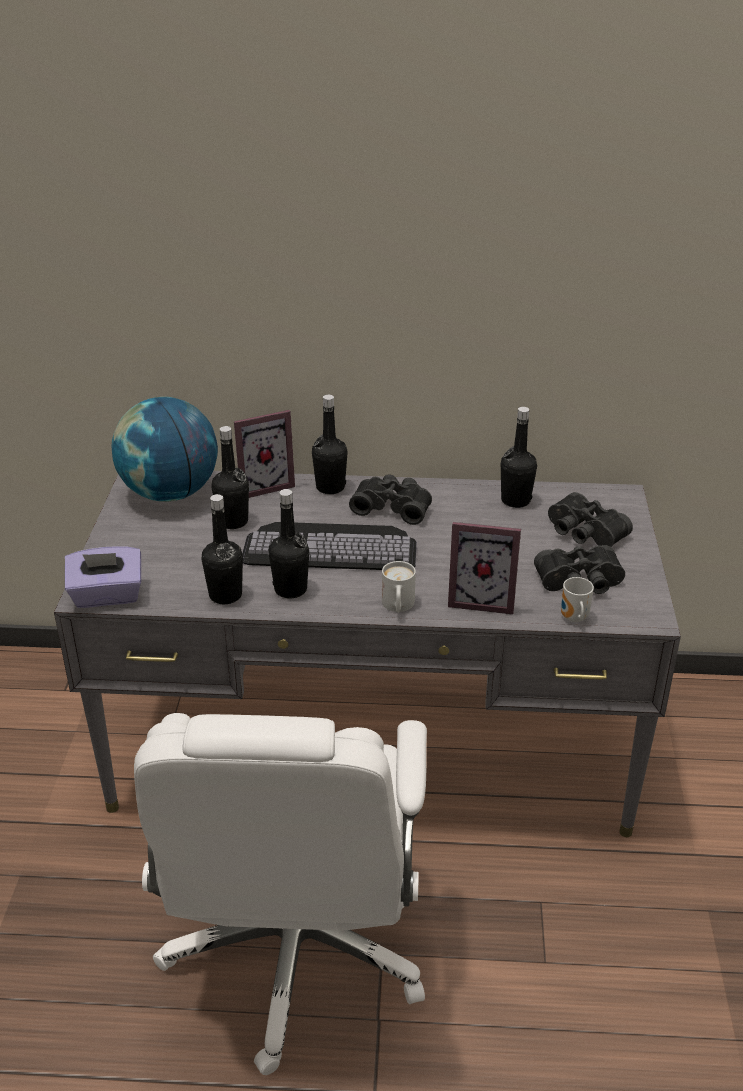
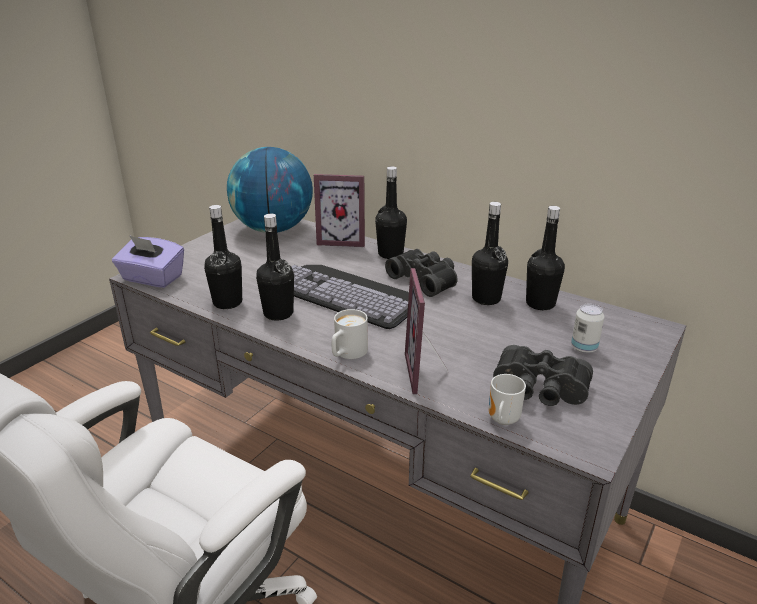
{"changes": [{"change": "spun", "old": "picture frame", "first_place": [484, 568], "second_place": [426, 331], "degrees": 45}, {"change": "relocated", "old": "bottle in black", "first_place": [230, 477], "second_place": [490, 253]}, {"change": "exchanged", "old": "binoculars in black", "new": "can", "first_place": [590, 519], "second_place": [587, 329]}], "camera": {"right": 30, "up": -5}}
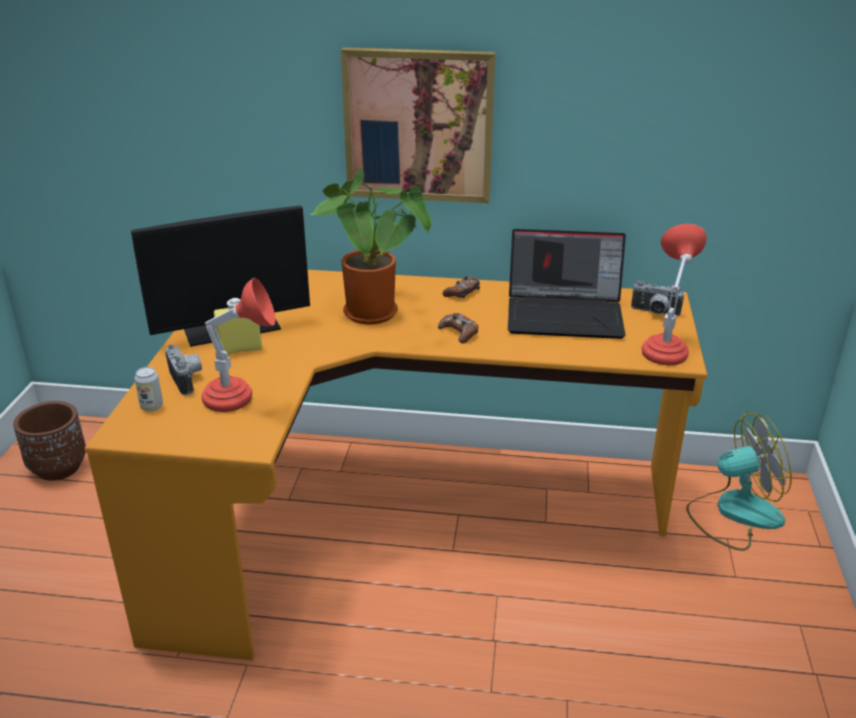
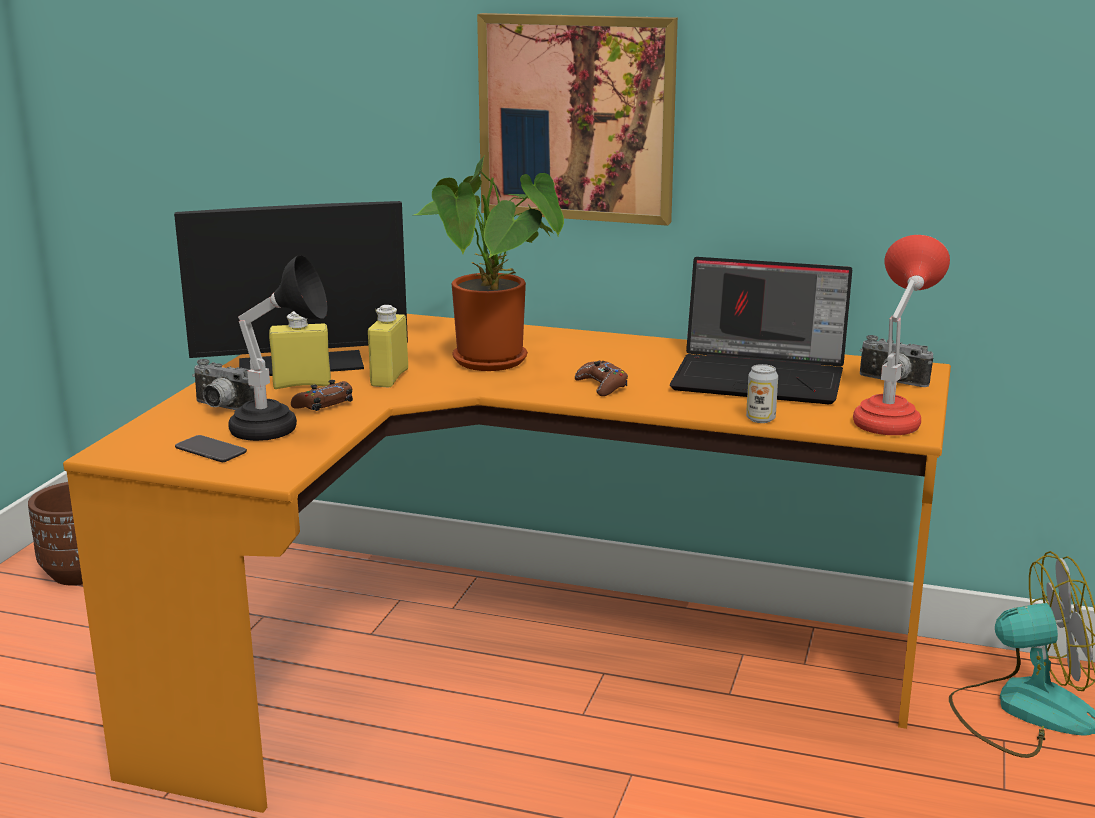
{"changes": [{"change": "appeared", "new": "phone", "second_place": [211, 448]}, {"change": "spun", "old": "photo camera", "first_place": [183, 370], "second_place": [223, 384], "degrees": 135}, {"change": "colour", "old": "table lamp in red", "new": "table lamp in black", "first_place": [238, 345], "second_place": [277, 348]}, {"change": "relocated", "old": "game controller in brown", "first_place": [461, 287], "second_place": [322, 395]}, {"change": "appeared", "new": "bottle in yellow", "second_place": [388, 346]}, {"change": "relocated", "old": "can", "first_place": [148, 389], "second_place": [762, 393]}], "camera": {"right": 10, "up": -10}}
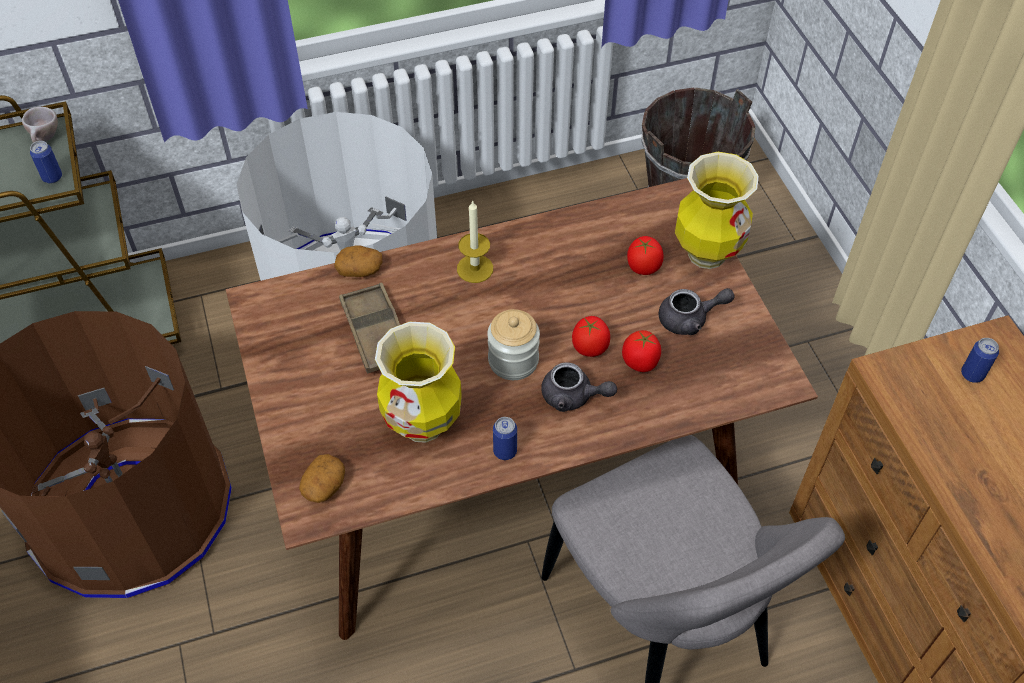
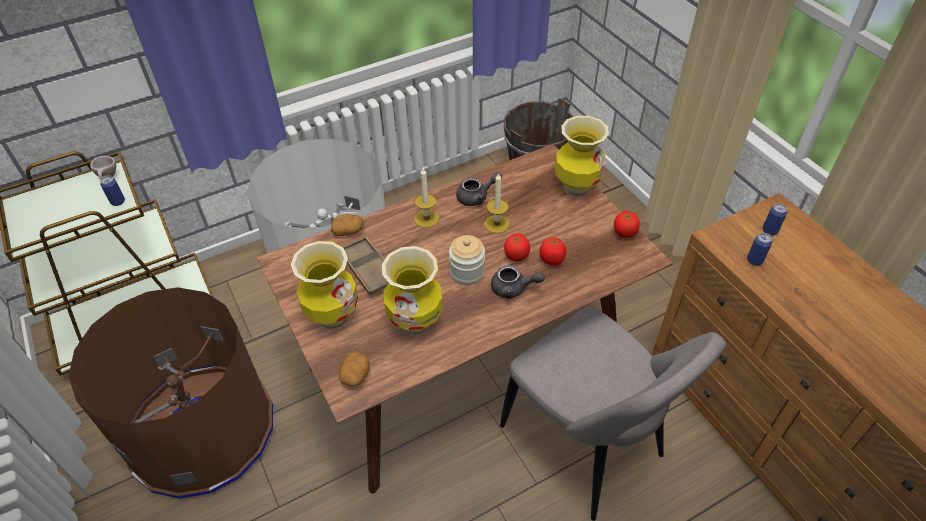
{"changes": [{"change": "appeared", "new": "vase", "second_place": [324, 285]}, {"change": "relocated", "old": "teapot in grey", "first_place": [697, 311], "second_place": [479, 189]}, {"change": "appeared", "new": "candle", "second_place": [497, 203]}, {"change": "relocated", "old": "tomato", "first_place": [645, 255], "second_place": [627, 224]}, {"change": "relocated", "old": "can", "first_place": [505, 438], "second_place": [759, 249]}], "camera": {"right": -10, "up": -5}}
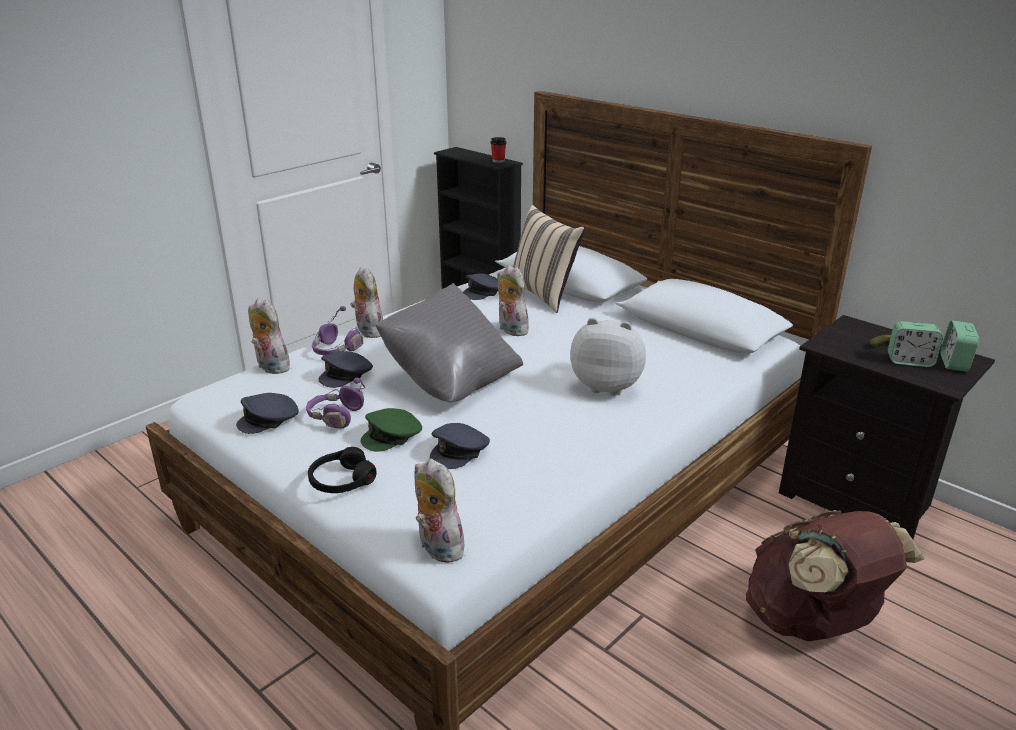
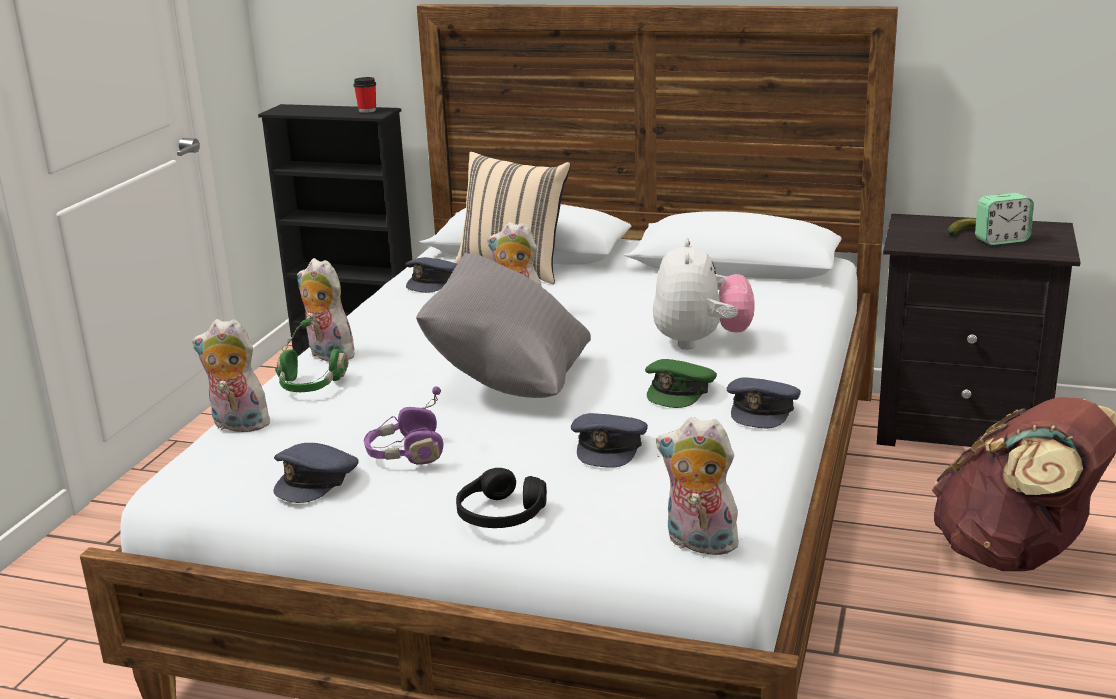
{"changes": [{"change": "colour", "old": "headphones in purple", "new": "headphones in green", "first_place": [337, 331], "second_place": [311, 355]}, {"change": "relocated", "old": "cap in green", "first_place": [391, 430], "second_place": [681, 383]}, {"change": "spun", "old": "plush toy", "first_place": [608, 356], "second_place": [704, 294], "degrees": 105}, {"change": "relocated", "old": "cap in grey", "first_place": [345, 369], "second_place": [764, 402]}, {"change": "missing", "old": "alarm clock", "first_place": [960, 346]}], "camera": {"right": -25, "up": -5}}
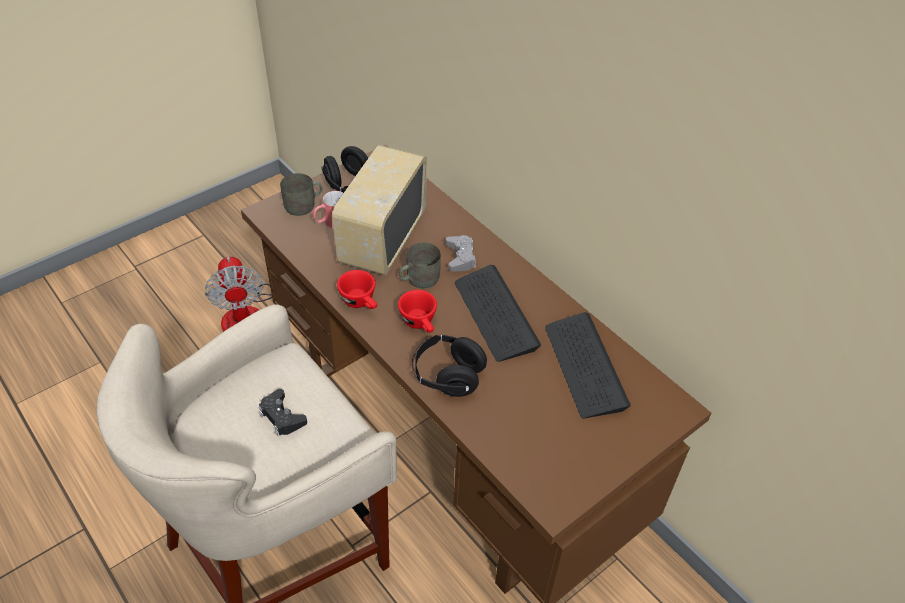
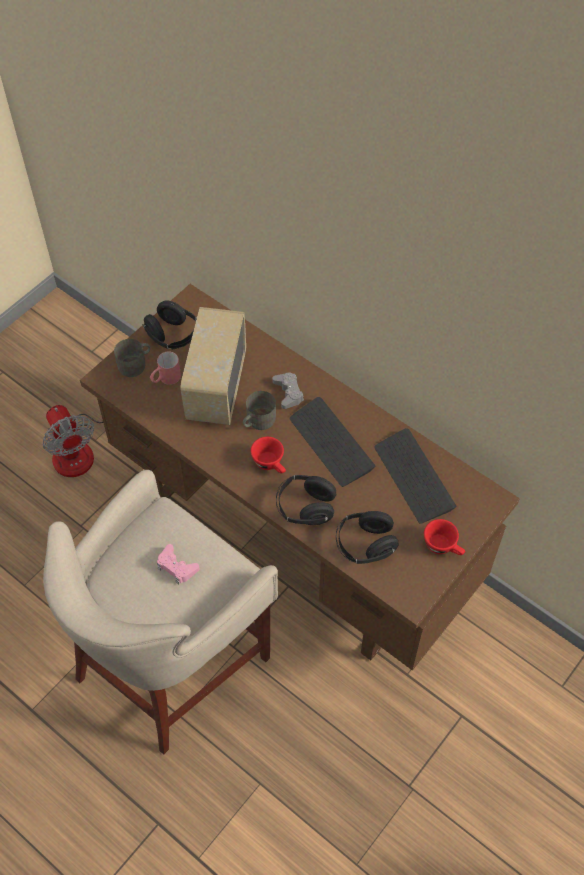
{"changes": [{"change": "colour", "old": "game controller in black", "new": "game controller in pink", "first_place": [283, 412], "second_place": [178, 564]}, {"change": "appeared", "new": "headphones in black", "second_place": [367, 537]}, {"change": "relocated", "old": "cup in red", "first_place": [357, 289], "second_place": [444, 537]}], "camera": {"right": -10, "up": 10}}
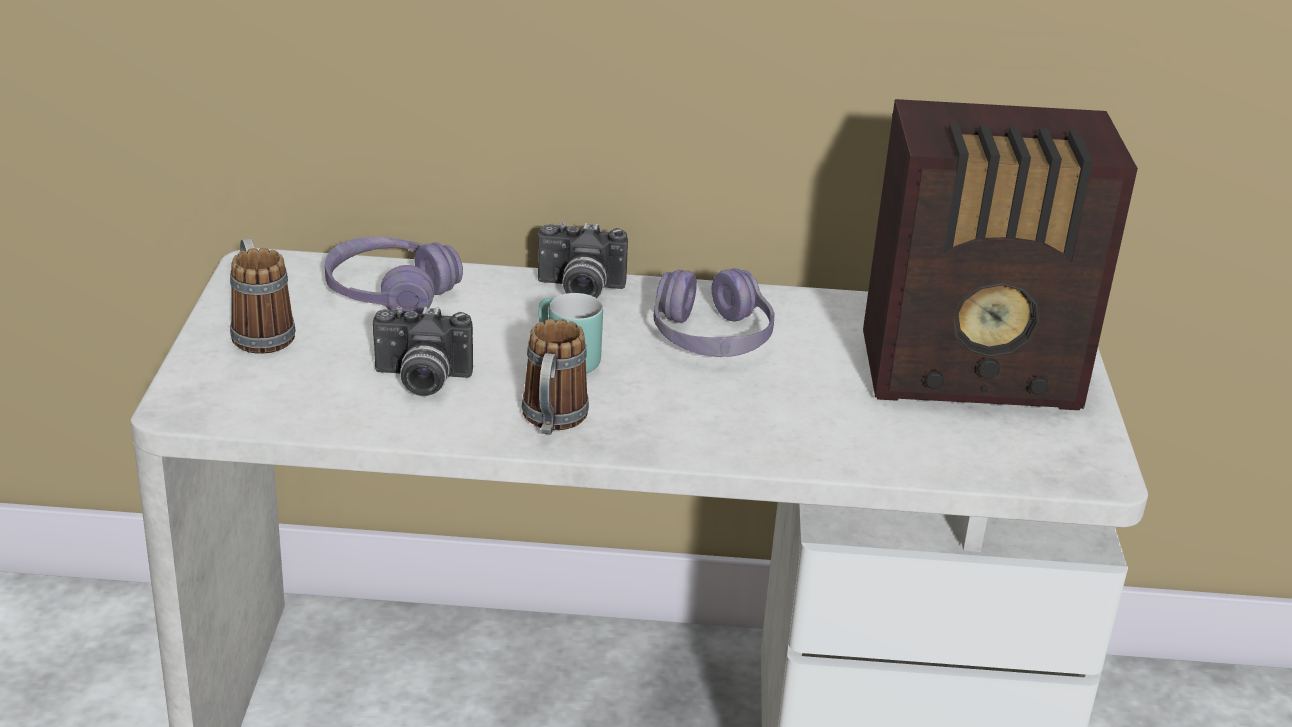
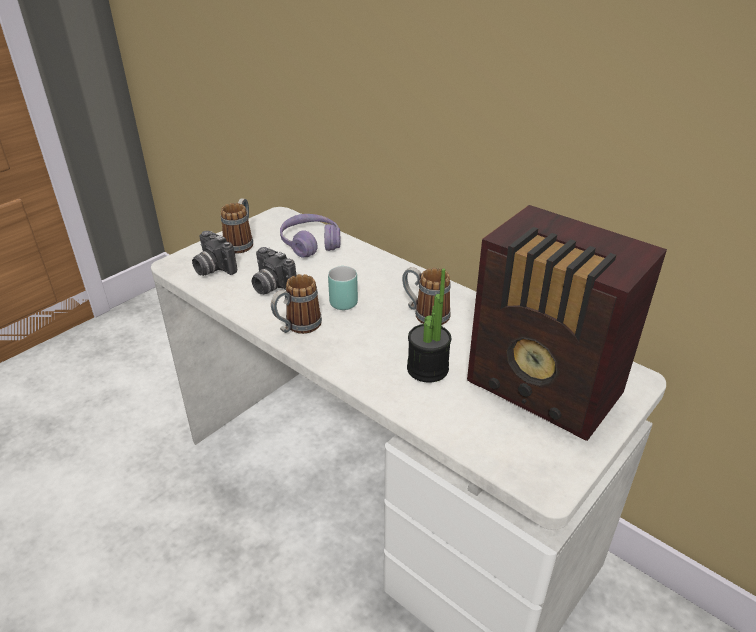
{"changes": [{"change": "relocated", "old": "photo camera", "first_place": [583, 260], "second_place": [214, 253]}, {"change": "exchanged", "old": "headphones in purple", "new": "mug", "first_place": [714, 312], "second_place": [426, 296]}, {"change": "appeared", "new": "potted plant", "second_place": [429, 326]}], "camera": {"right": 40, "up": 5}}
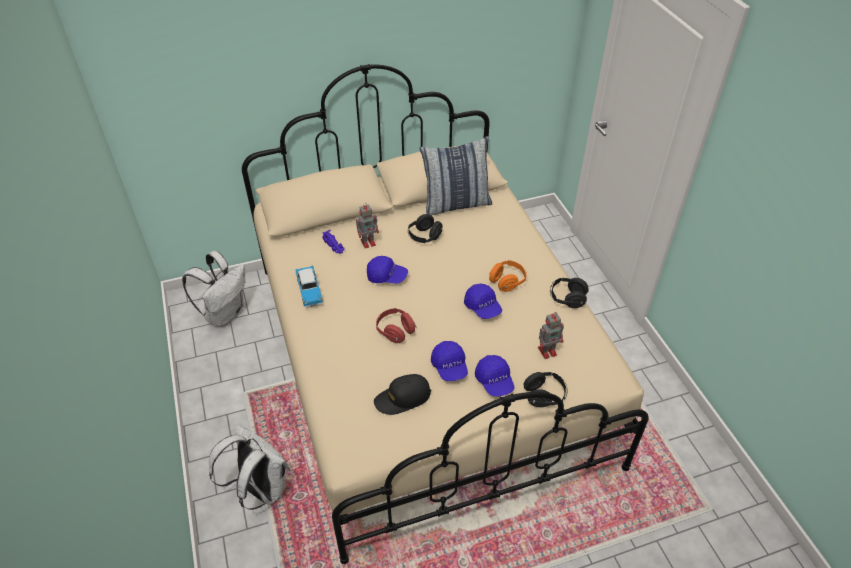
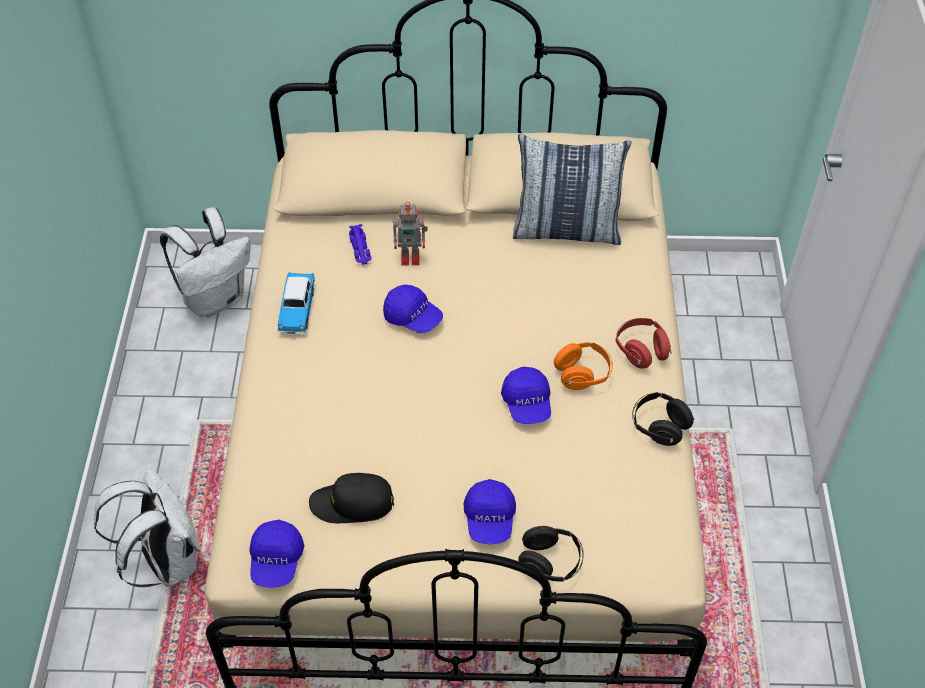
{"changes": [{"change": "relocated", "old": "cap in blue", "first_place": [449, 361], "second_place": [277, 553]}, {"change": "relocated", "old": "headphones in red", "first_place": [396, 325], "second_place": [643, 343]}, {"change": "missing", "old": "headphones in black", "first_place": [425, 228]}, {"change": "missing", "old": "toy robot", "first_place": [551, 335]}], "camera": {"right": 20, "up": 5}}
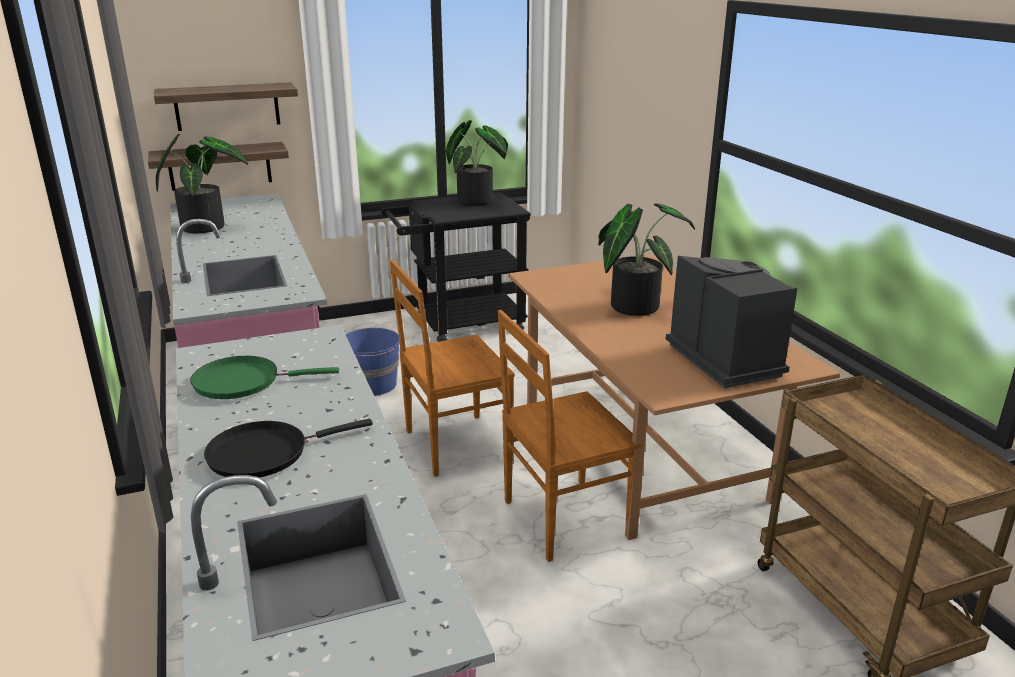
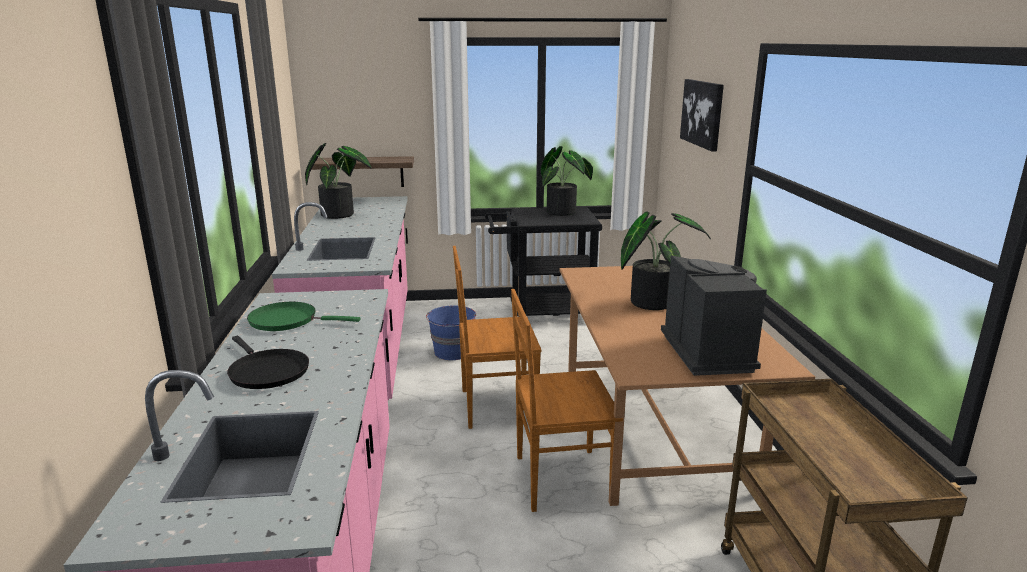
{"changes": [{"change": "spun", "old": "frying pan in black", "first_place": [288, 448], "second_place": [268, 362], "degrees": -120}, {"change": "appeared", "new": "picture", "second_place": [702, 115]}, {"change": "missing", "old": "shelf", "first_place": [226, 106]}], "camera": {"right": 15, "up": -5}}
